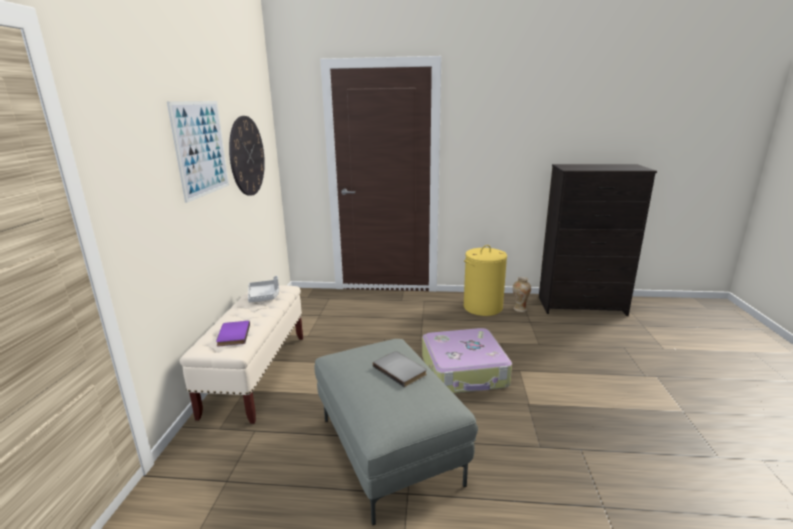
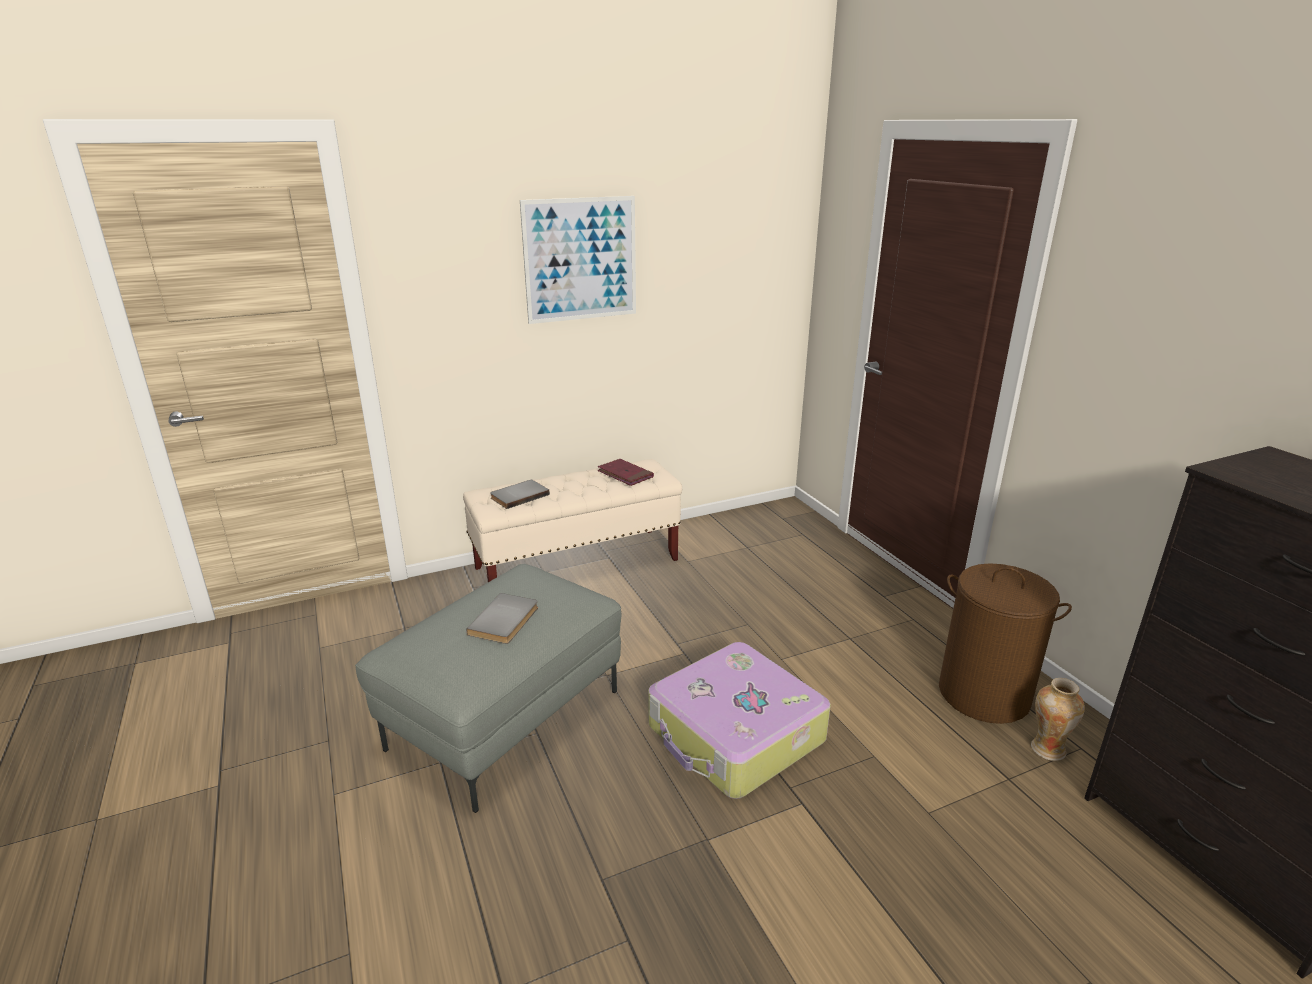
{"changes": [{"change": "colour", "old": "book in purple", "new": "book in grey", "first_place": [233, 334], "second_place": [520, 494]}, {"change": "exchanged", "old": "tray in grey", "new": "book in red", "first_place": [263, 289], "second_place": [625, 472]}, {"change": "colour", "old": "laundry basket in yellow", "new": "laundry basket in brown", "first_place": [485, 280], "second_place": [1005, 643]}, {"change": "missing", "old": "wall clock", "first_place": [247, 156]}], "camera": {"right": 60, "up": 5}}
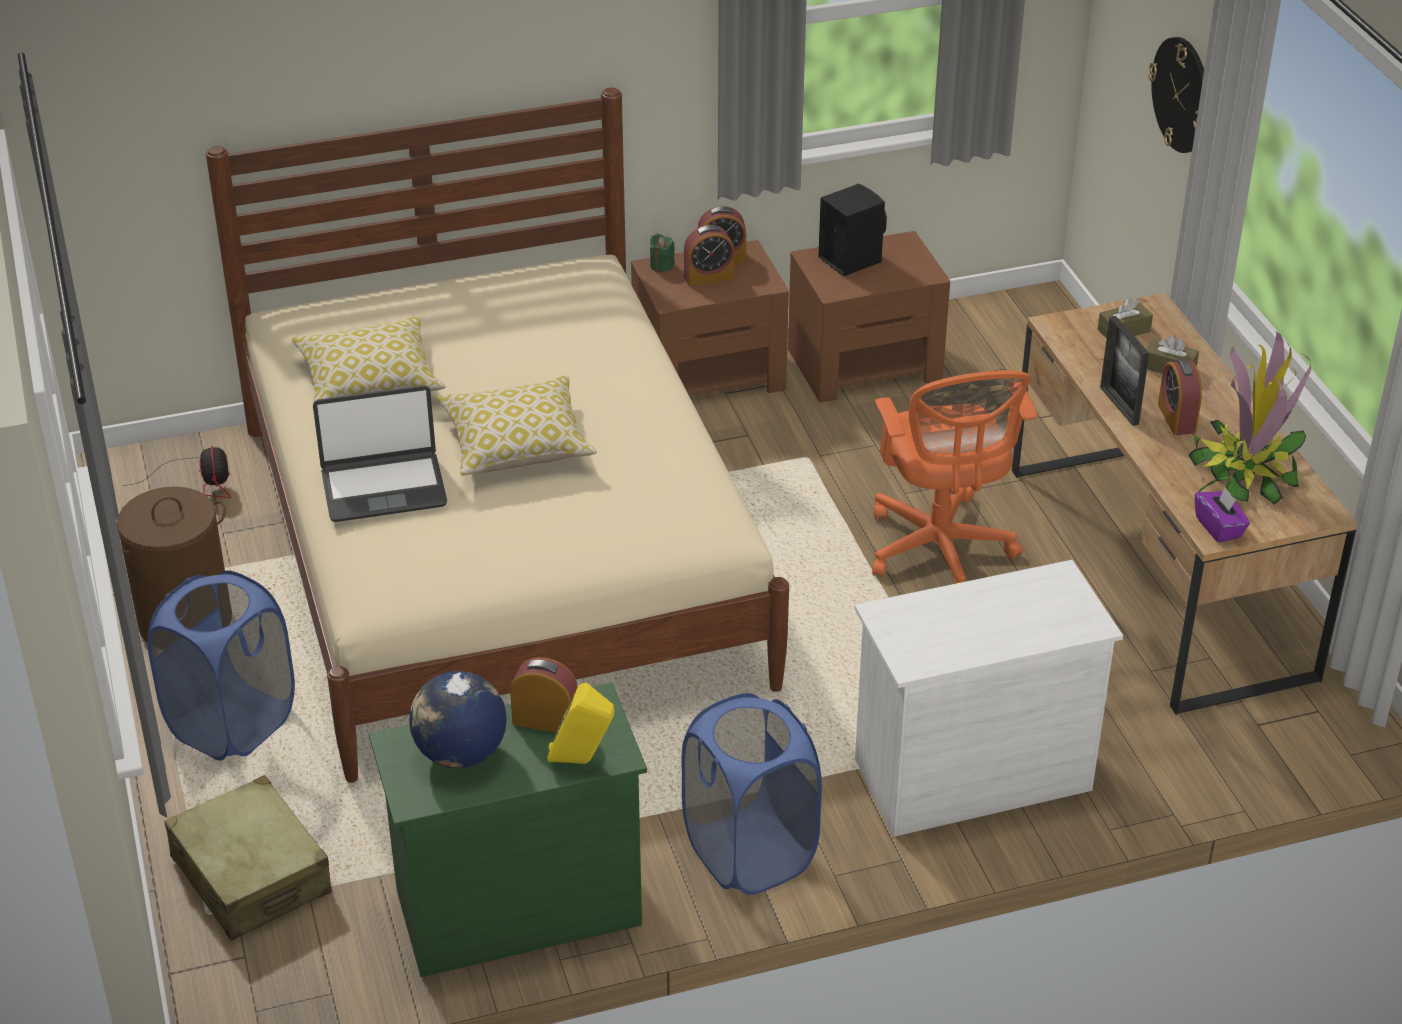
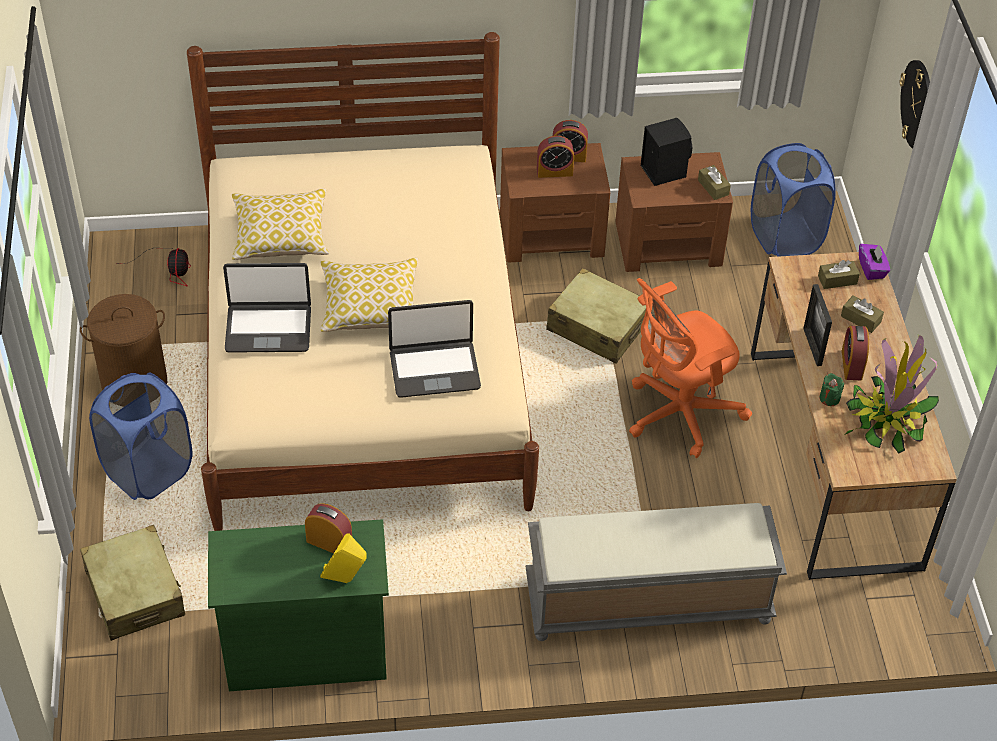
{"changes": [{"change": "appeared", "new": "laptop", "second_place": [434, 349]}, {"change": "exchanged", "old": "dresser in white", "new": "bench in grey", "first_place": [988, 698], "second_place": [656, 572]}, {"change": "appeared", "new": "suitcase in beige", "second_place": [596, 316]}, {"change": "spun", "old": "office chair in orange", "first_place": [954, 477], "second_place": [690, 368], "degrees": 60}, {"change": "appeared", "new": "tissue box in brown", "second_place": [714, 182]}, {"change": "relocated", "old": "laundry basket in blue", "first_place": [752, 794], "second_place": [793, 200]}, {"change": "relocated", "old": "candle in green", "first_place": [662, 253], "second_place": [831, 389]}, {"change": "relocated", "old": "tissue box in purple", "first_place": [1222, 515], "second_place": [874, 262]}, {"change": "missing", "old": "globe", "first_place": [458, 719]}], "camera": {"right": 10, "up": 10}}
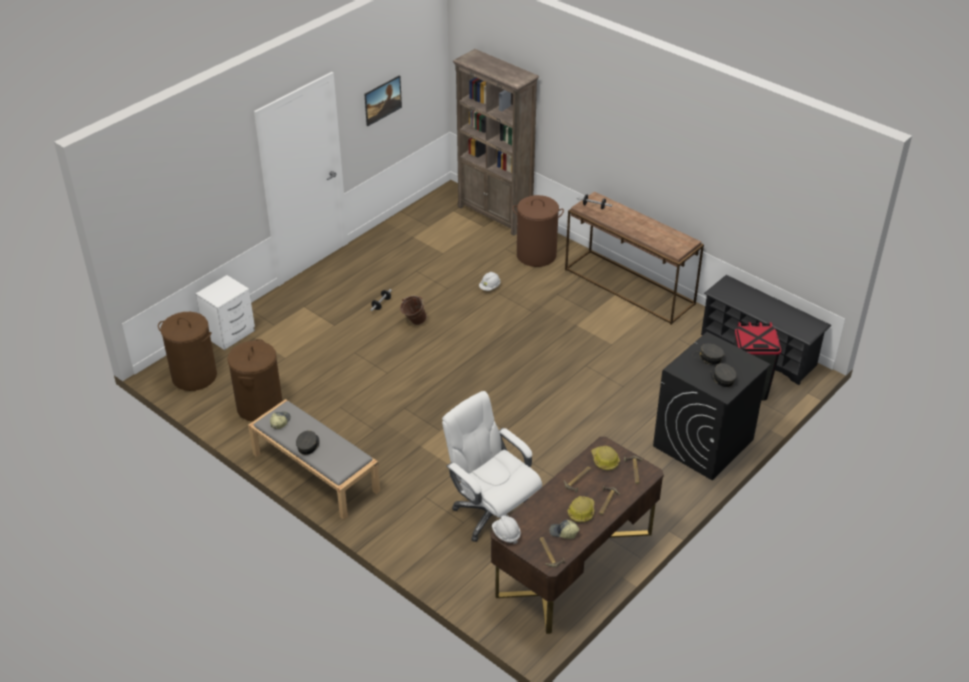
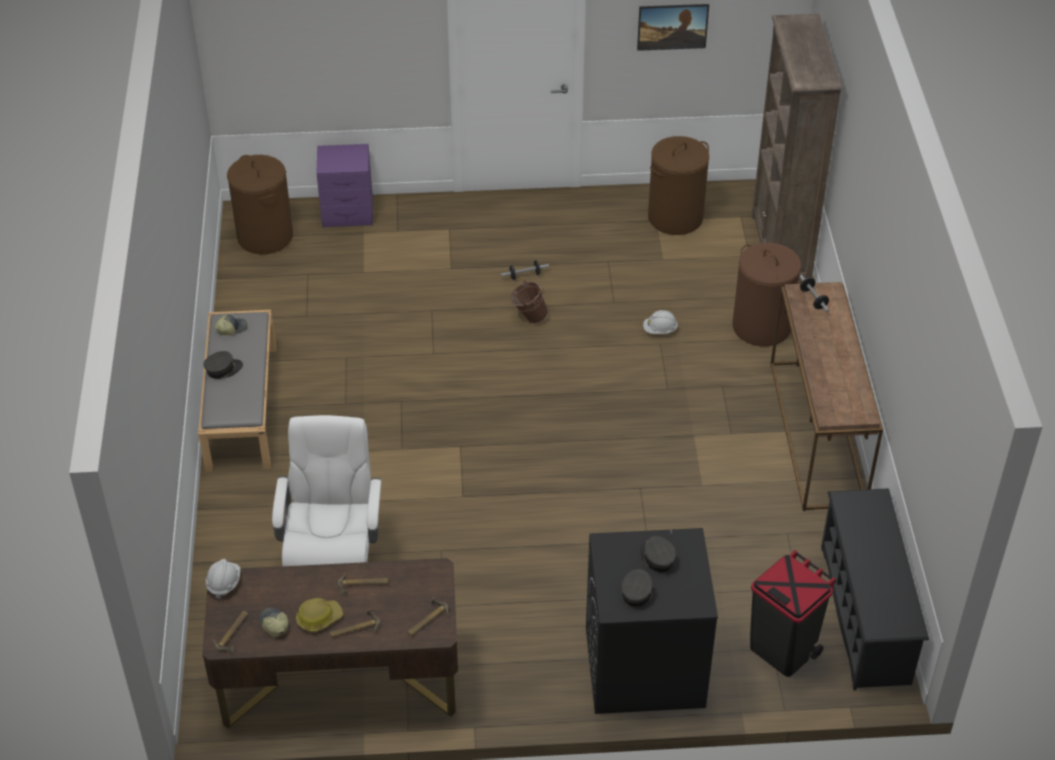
{"changes": [{"change": "colour", "old": "nightstand in white", "new": "nightstand in purple", "first_place": [225, 312], "second_place": [345, 185]}, {"change": "relocated", "old": "laundry basket in brown", "first_place": [255, 380], "second_place": [678, 185]}, {"change": "missing", "old": "hard hat", "first_place": [605, 458]}], "camera": {"right": 45, "up": 5}}
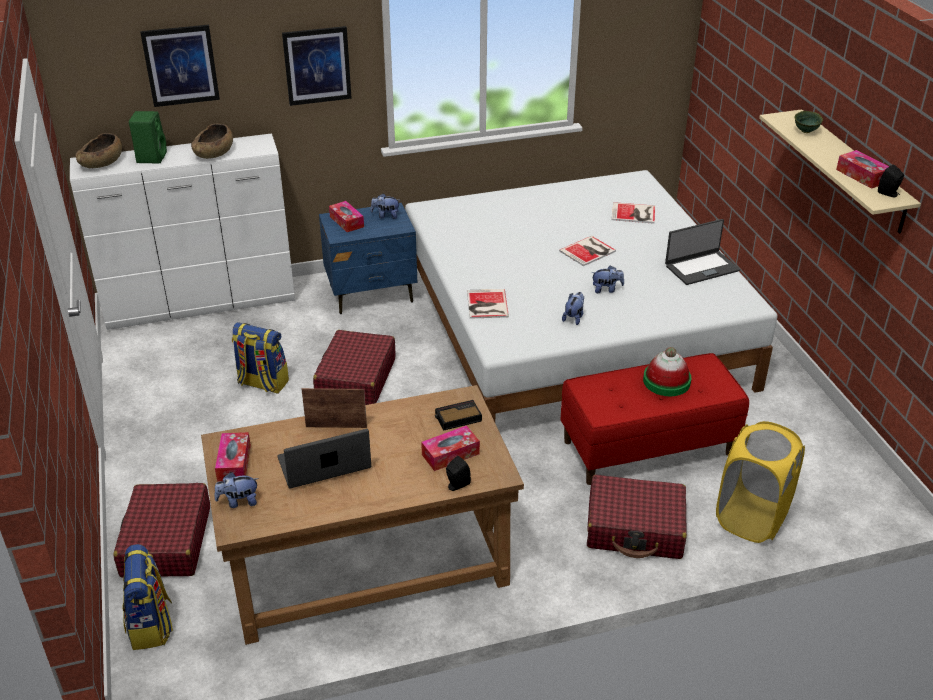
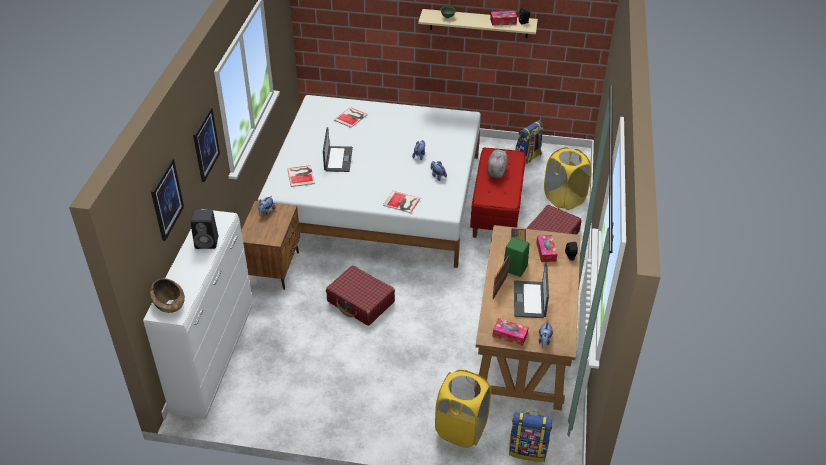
{"changes": [{"change": "exchanged", "old": "bowl in brown", "new": "speaker in black", "first_place": [212, 141], "second_place": [204, 229]}, {"change": "colour", "old": "nightstand in blue", "new": "nightstand in brown", "first_place": [368, 258], "second_place": [270, 245]}, {"change": "relocated", "old": "book", "first_place": [587, 251], "second_place": [301, 176]}, {"change": "relocated", "old": "laptop", "first_place": [702, 252], "second_place": [338, 149]}, {"change": "exchanged", "old": "suitcase in red", "new": "laundry basket in yellow", "first_place": [162, 530], "second_place": [463, 409]}, {"change": "exchanged", "old": "hat", "new": "plush toy in grey", "first_place": [667, 371], "second_place": [497, 164]}, {"change": "relocated", "old": "speaker in green", "first_place": [148, 137], "second_place": [516, 257]}, {"change": "relocated", "old": "backpack", "first_place": [260, 358], "second_place": [529, 143]}, {"change": "missing", "old": "tissue box", "first_place": [346, 216]}], "camera": {"right": -65, "up": 5}}
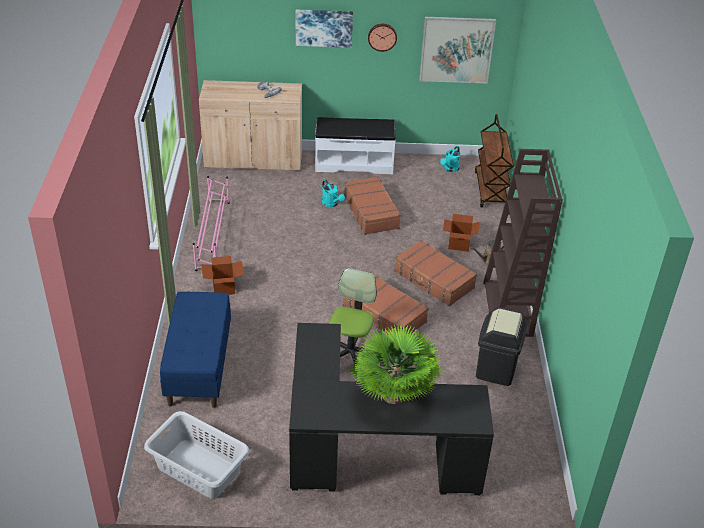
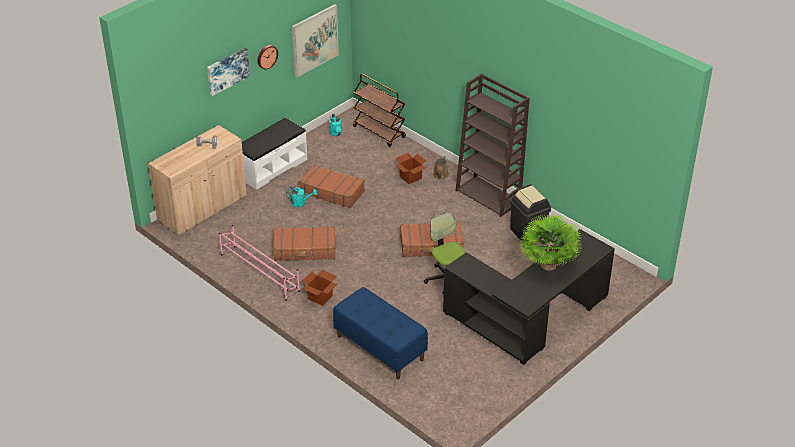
{"changes": [{"change": "relocated", "old": "suitcase in brown", "first_place": [435, 273], "second_place": [304, 243]}, {"change": "missing", "old": "laundry basket in grey", "first_place": [197, 455]}], "camera": {"right": -45, "up": 0}}
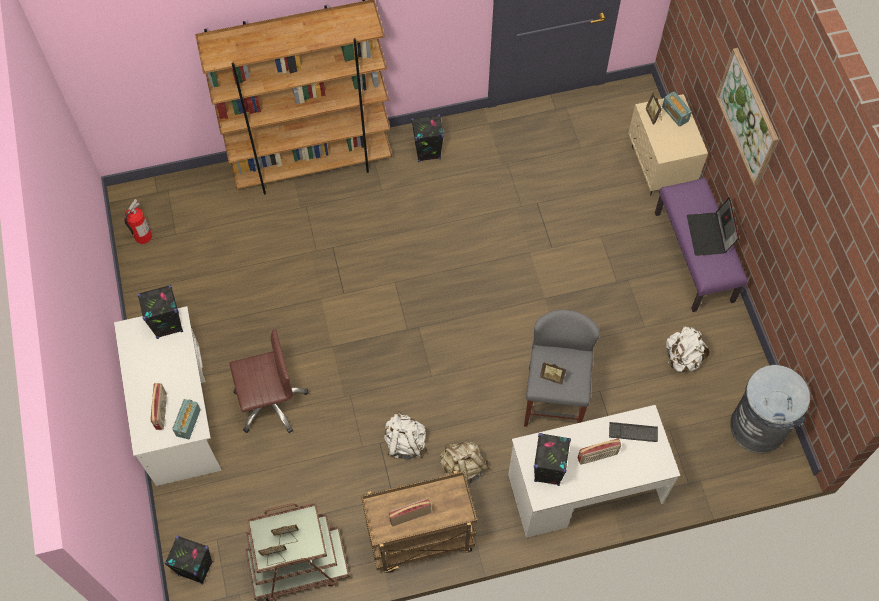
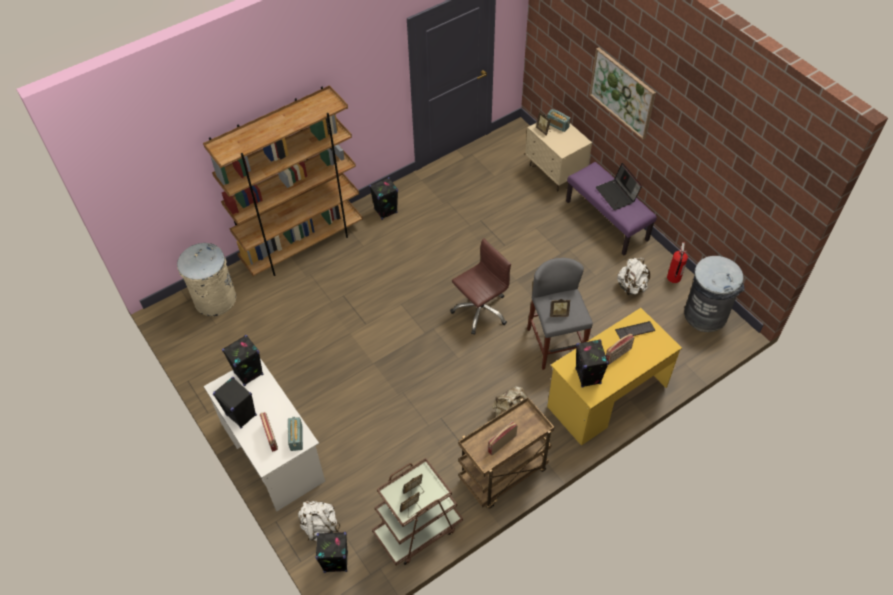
{"changes": [{"change": "appeared", "new": "trash can in beige", "second_place": [206, 279]}, {"change": "appeared", "new": "speaker in black", "second_place": [235, 402]}, {"change": "relocated", "old": "backpack in white", "first_place": [405, 435], "second_place": [319, 520]}, {"change": "relocated", "old": "office chair in brown", "first_place": [269, 381], "second_place": [480, 286]}, {"change": "colour", "old": "desk in white", "new": "desk in yellow", "first_place": [594, 471], "second_place": [614, 377]}, {"change": "relocated", "old": "fire extinguisher", "first_place": [138, 221], "second_place": [677, 262]}], "camera": {"right": -20, "up": -10}}
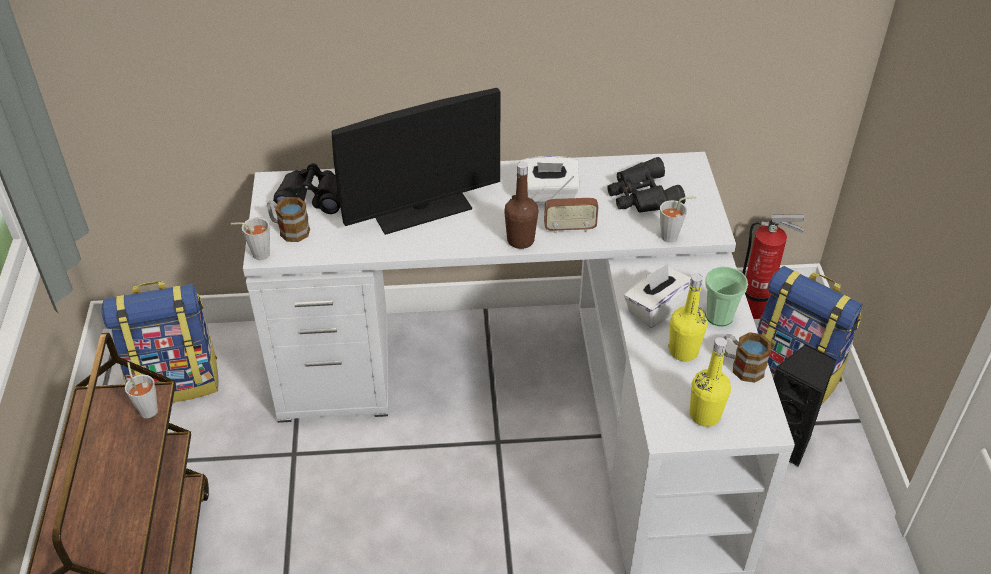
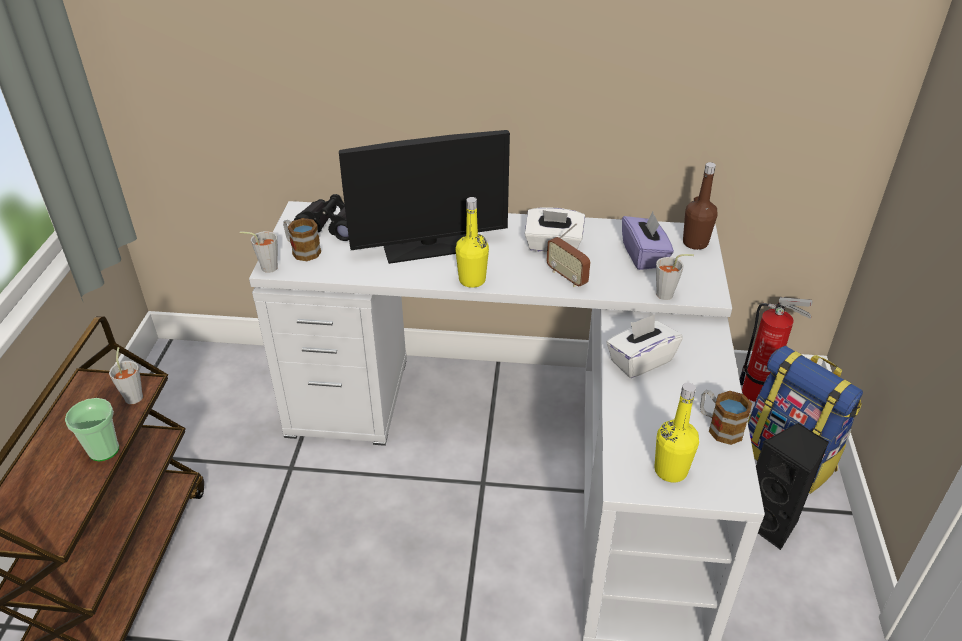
{"changes": [{"change": "relocated", "old": "cup", "first_place": [726, 296], "second_place": [92, 429]}, {"change": "relocated", "old": "bottle in yellow", "first_place": [688, 317], "second_place": [472, 242]}, {"change": "spun", "old": "radio", "first_place": [571, 204], "second_place": [568, 255], "degrees": 45}, {"change": "exchanged", "old": "binoculars in black", "new": "tissue box in purple", "first_place": [646, 185], "second_place": [648, 241]}, {"change": "relocated", "old": "bottle in brown", "first_place": [521, 205], "second_place": [700, 206]}, {"change": "missing", "old": "backpack", "first_place": [160, 342]}], "camera": {"right": 10, "up": -5}}
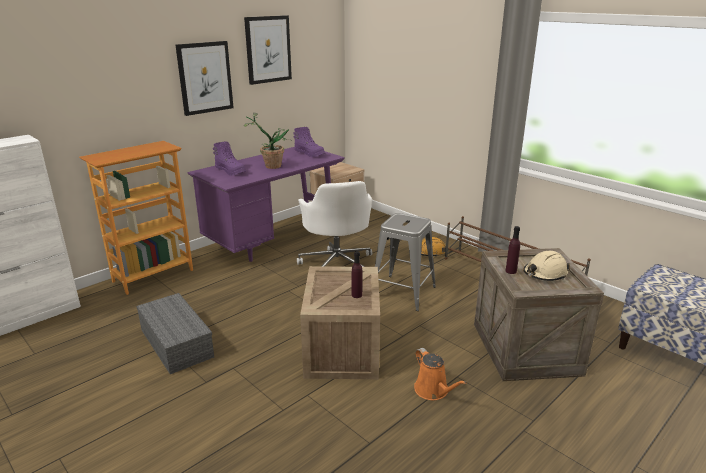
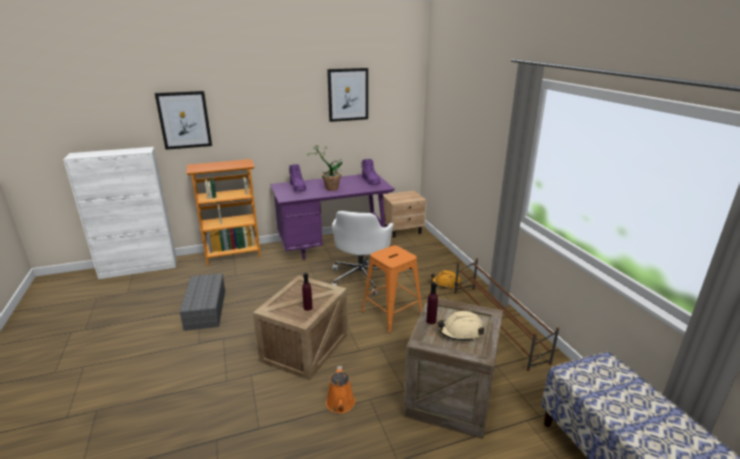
{"changes": [{"change": "relocated", "old": "picture", "first_place": [205, 78], "second_place": [183, 120]}, {"change": "colour", "old": "stool in grey", "new": "stool in orange", "first_place": [405, 262], "second_place": [391, 289]}], "camera": {"right": 25, "up": 0}}
